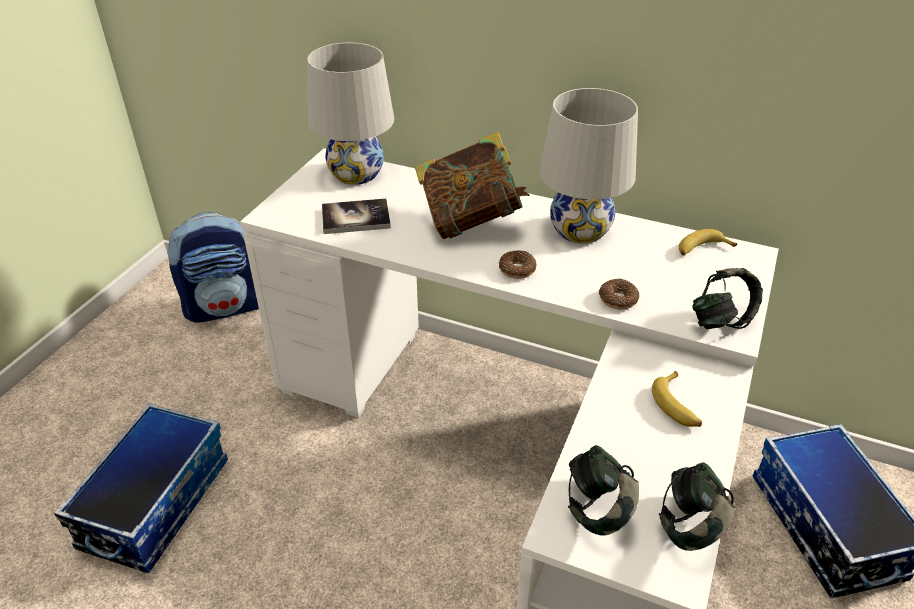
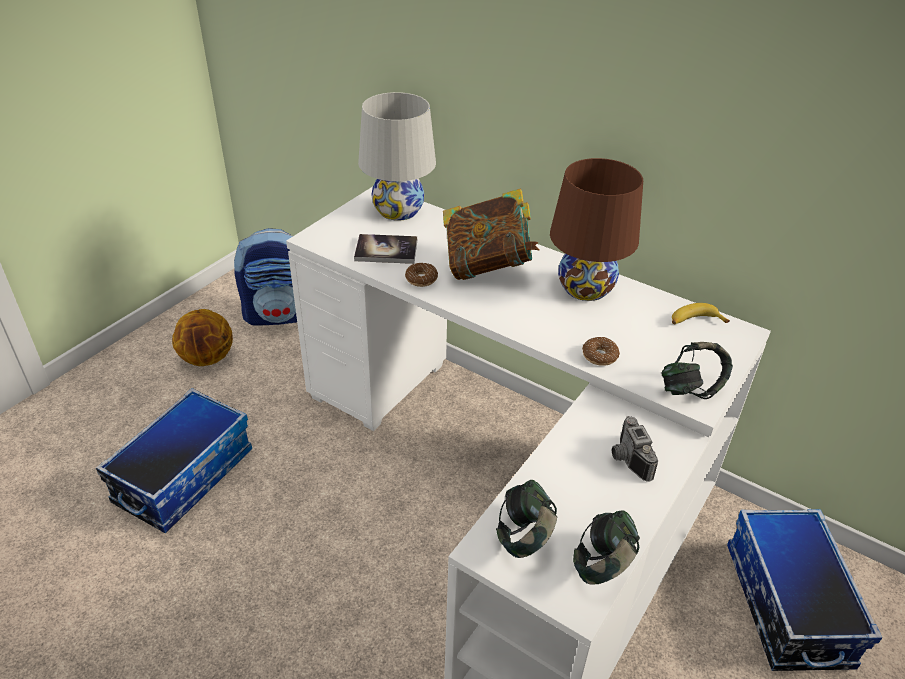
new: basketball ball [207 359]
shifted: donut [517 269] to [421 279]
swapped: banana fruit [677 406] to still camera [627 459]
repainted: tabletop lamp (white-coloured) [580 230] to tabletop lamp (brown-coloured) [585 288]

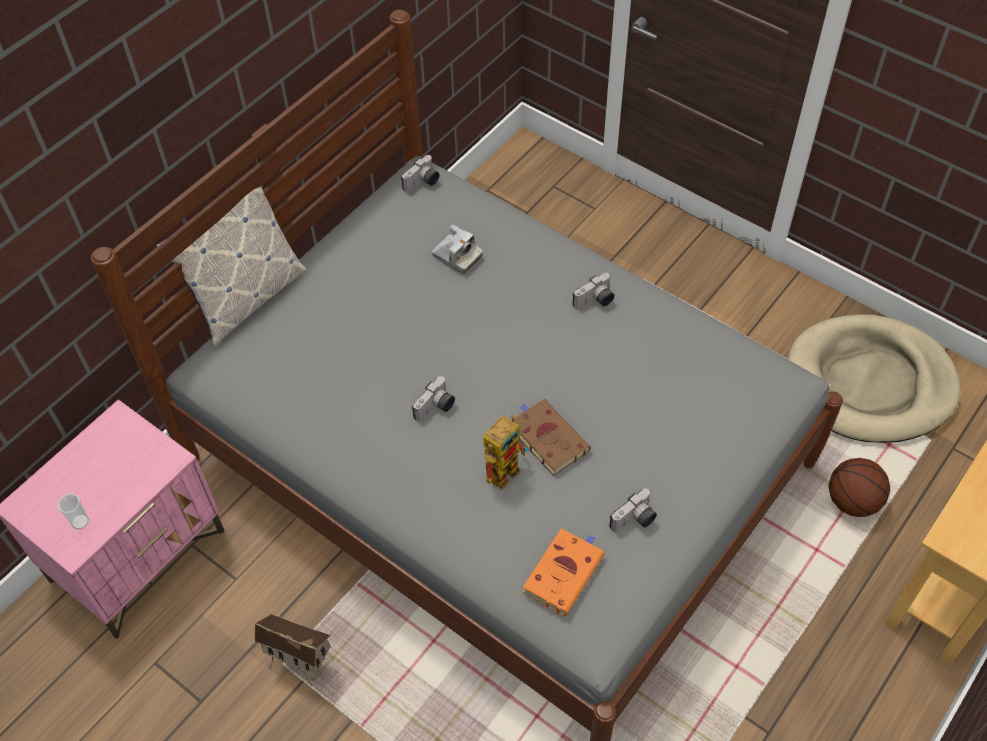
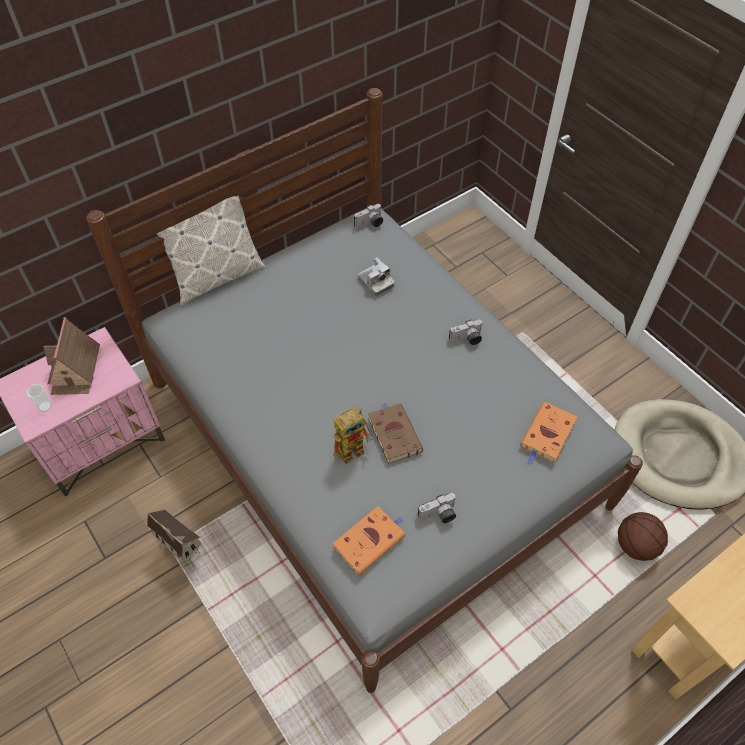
gone: still camera [436 408]
new: miniature house [75 370]; bound book (orange-coloured) [547 436]

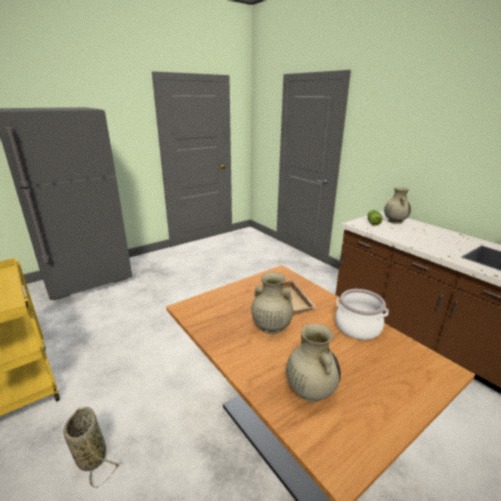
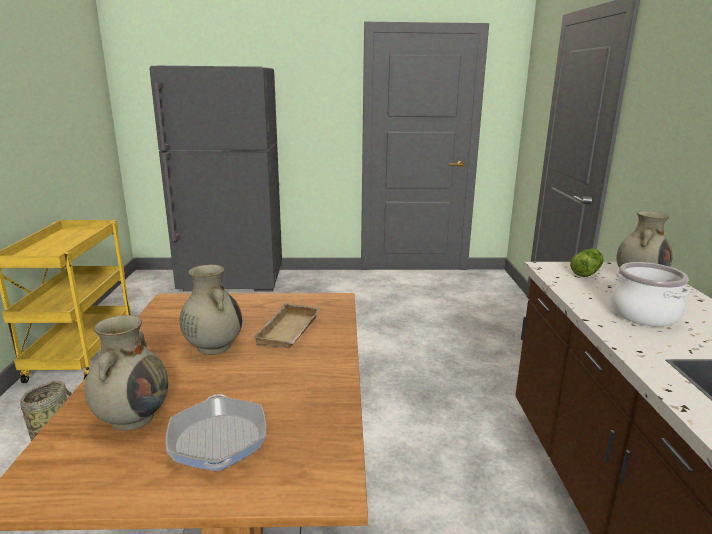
new: frying pan [218 440]
shifted: cooking pot [357 327] to [643 315]

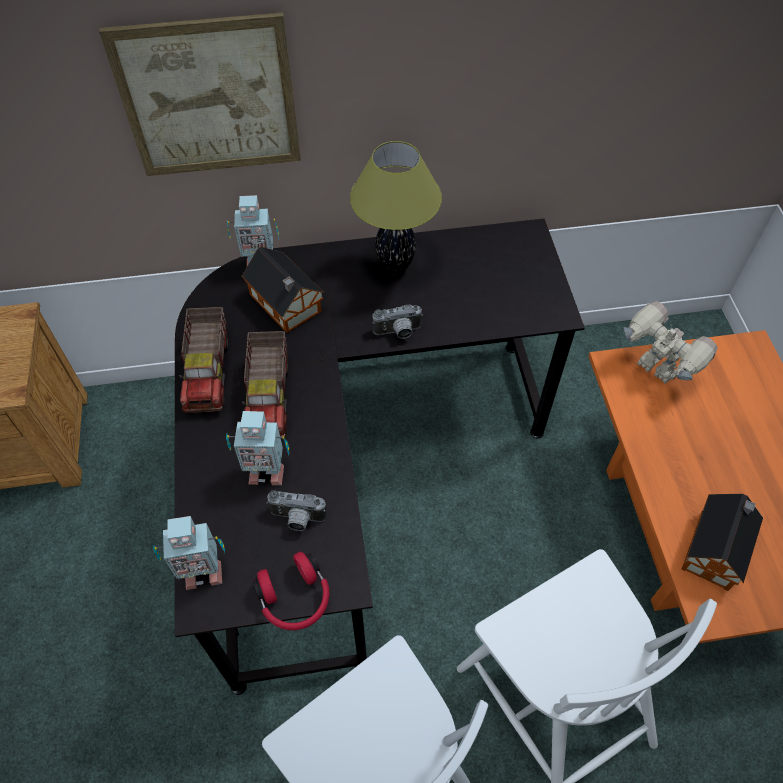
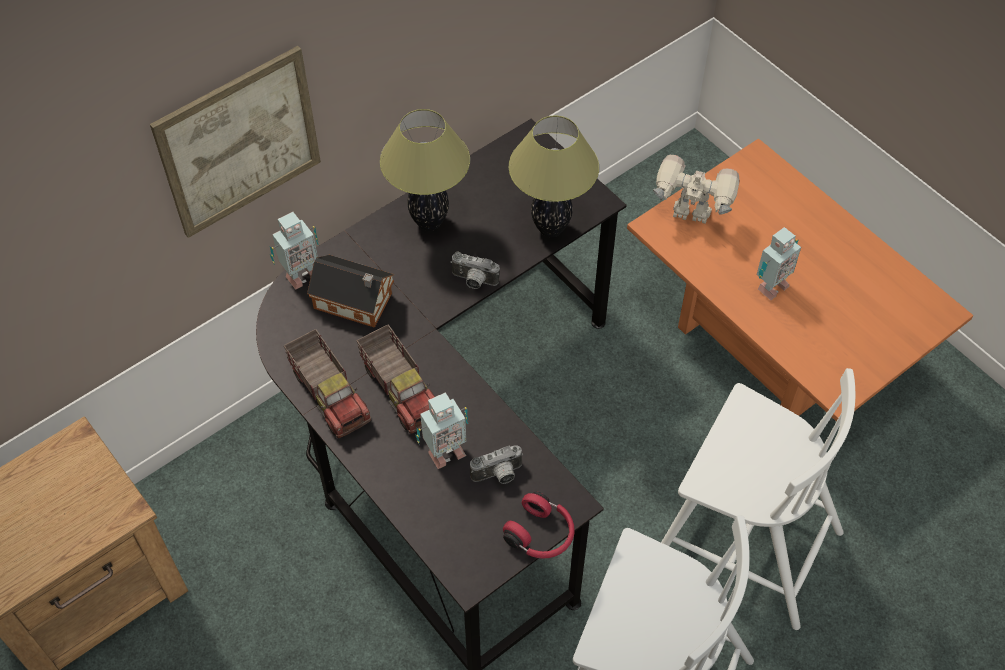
gone: miniature house [716 547]
new: tabletop lamp [551 229]
shifted: robot figure [202 572] to [770 287]
rotated: still camera [398 333] = [473 281] 60 degrees clockwise

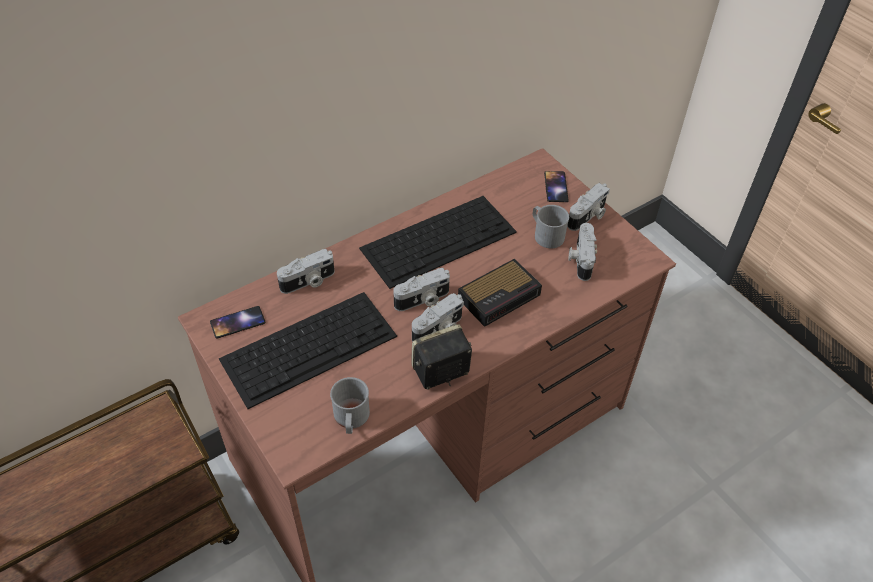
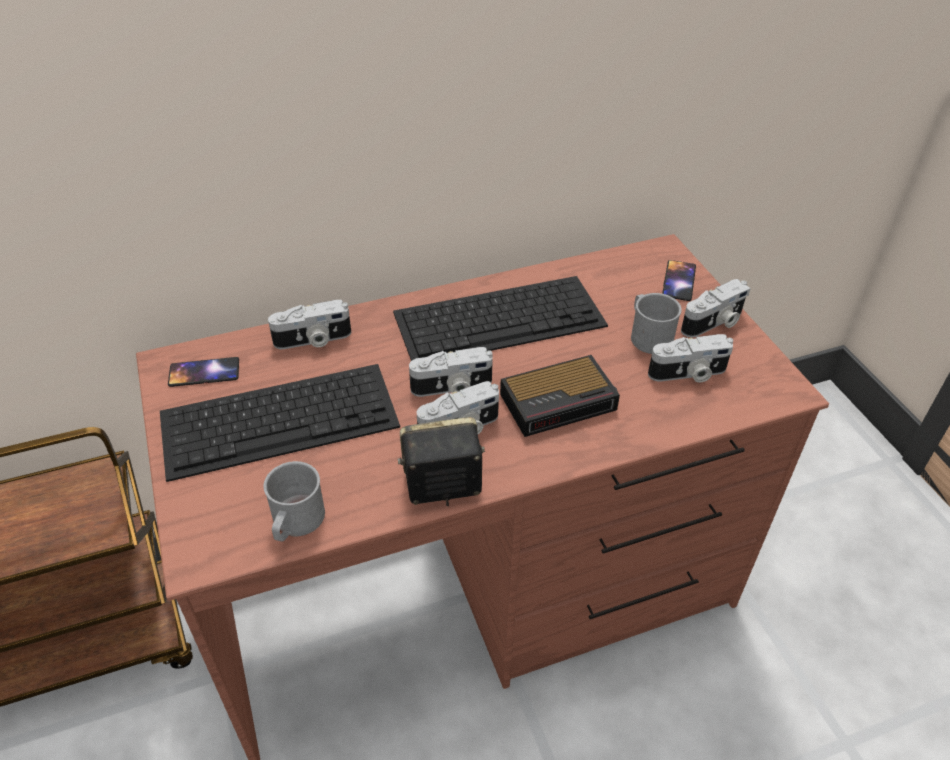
rotated: still camera [580 259] = [688 374] 120 degrees counterclockwise

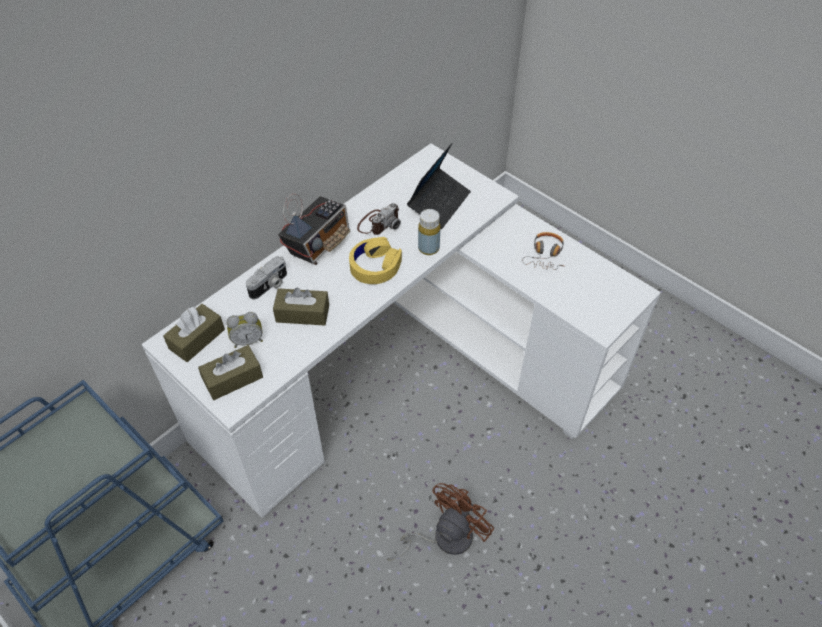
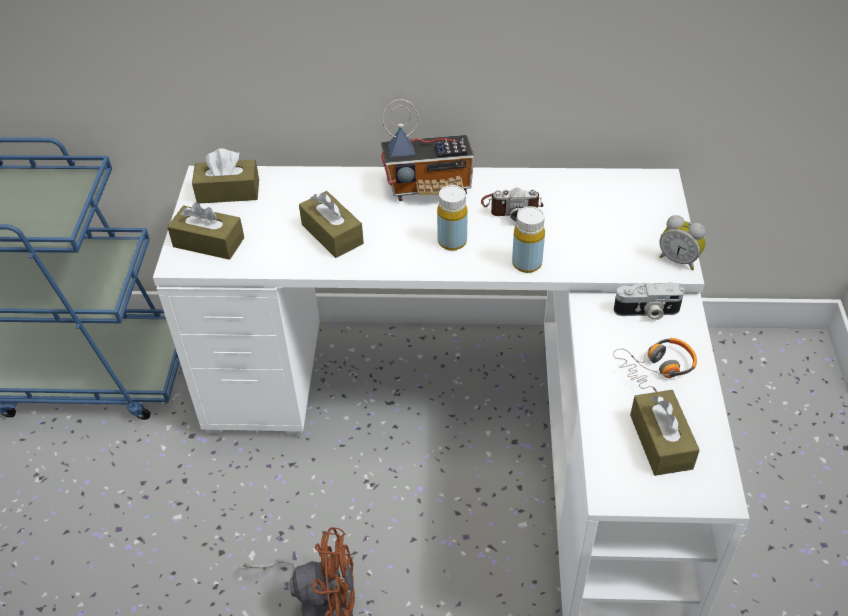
gone: laptop [439 203]
new: tissue holder (brown-coloured) [661 441]
shifted: still camera [270 285] to [647 312]; table clock [248 340] to [679 259]
swapped: headset (yellow) [375 266] to bottle (yellow) [452 242]

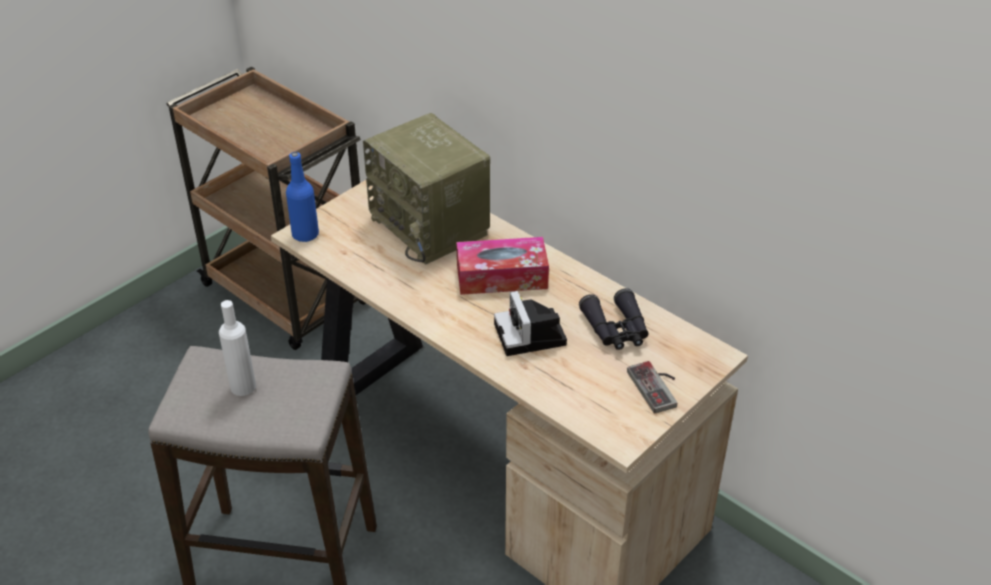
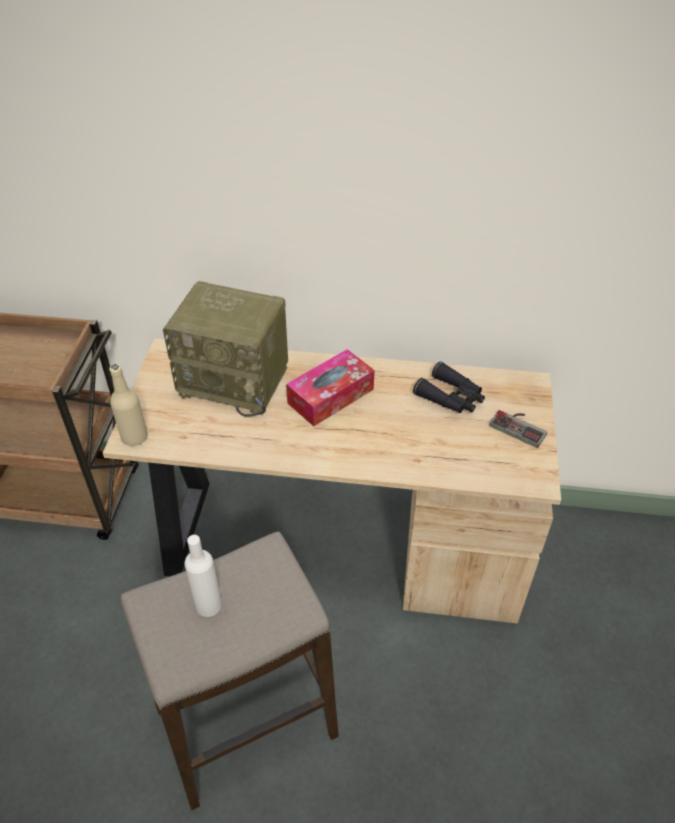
gone: still camera [531 336]
repainted: bottle (blue) [305 235] to bottle (sand-coloured) [134 437]

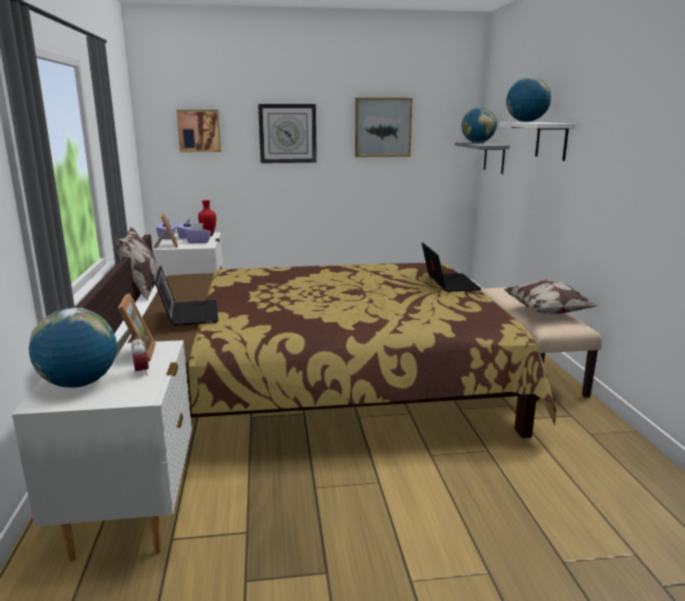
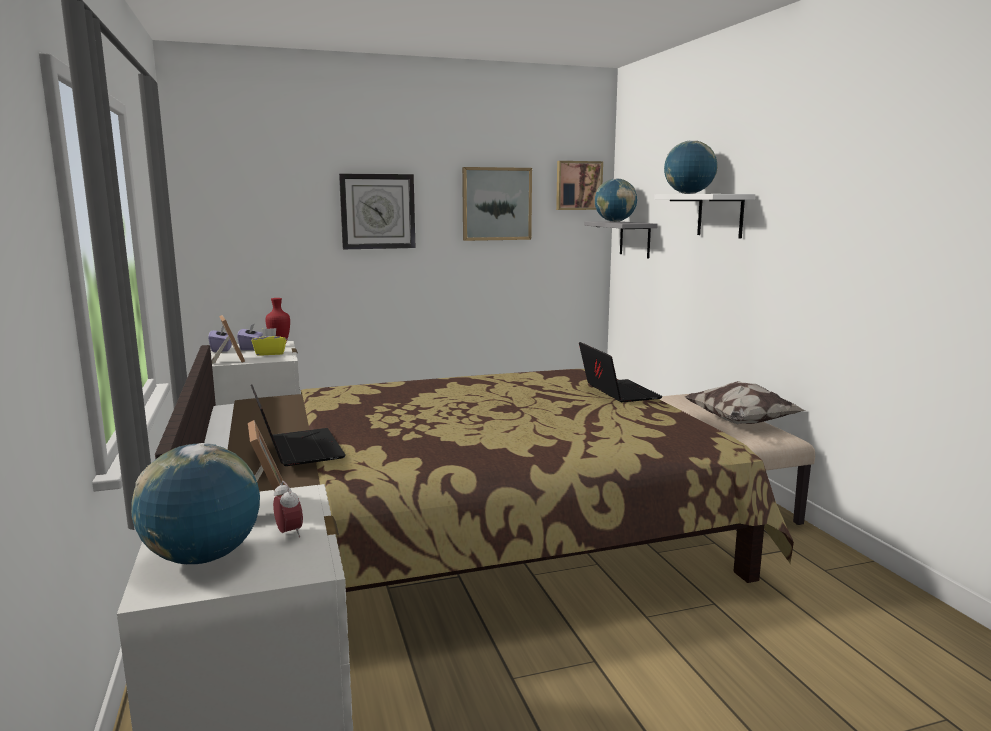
gone: cushion [142 292]
shifted: picture [199 130] to [578 185]
repainted: tissue holder (purple) [198 241] to tissue holder (yellow) [270 353]

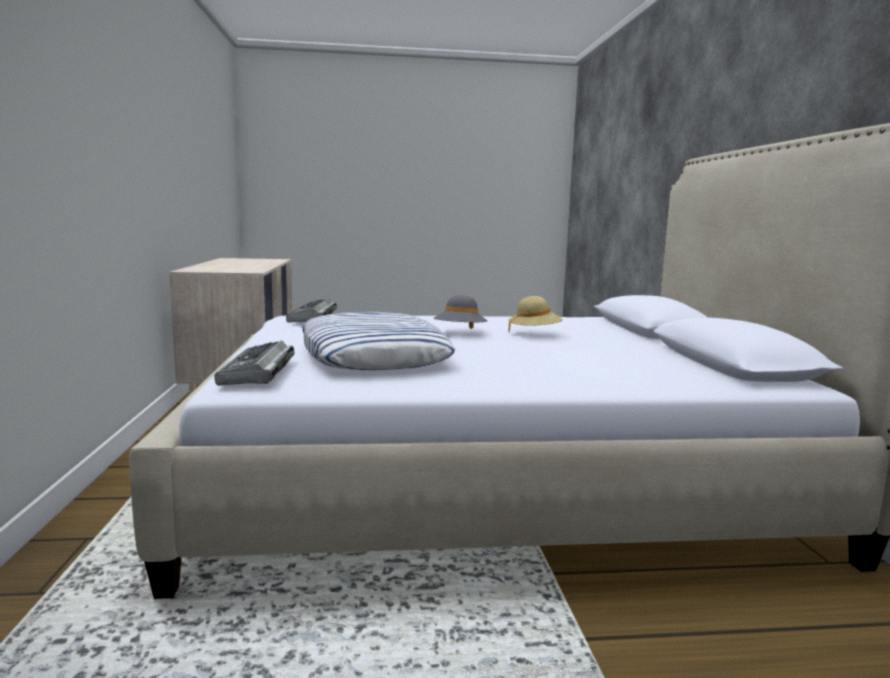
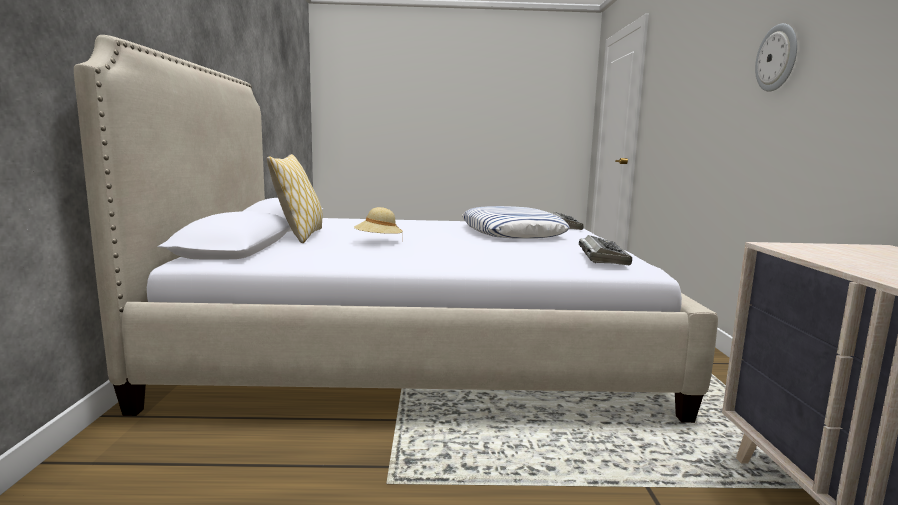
gone: clothing hat (grey) [460 333]
new: cushion [299 236]; wall clock [777 58]

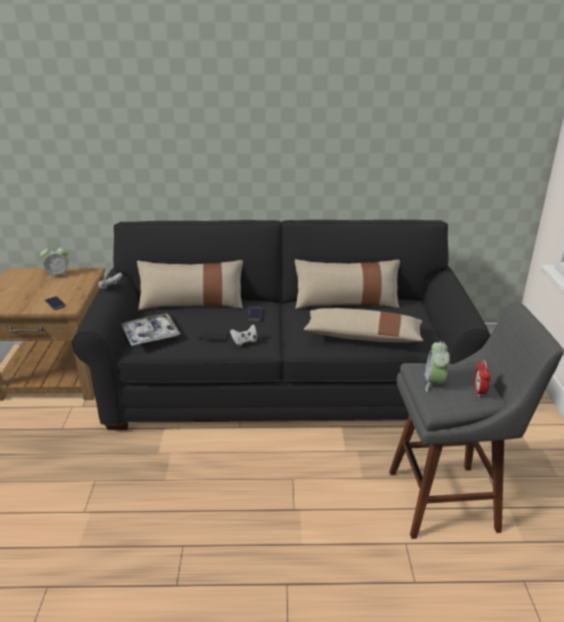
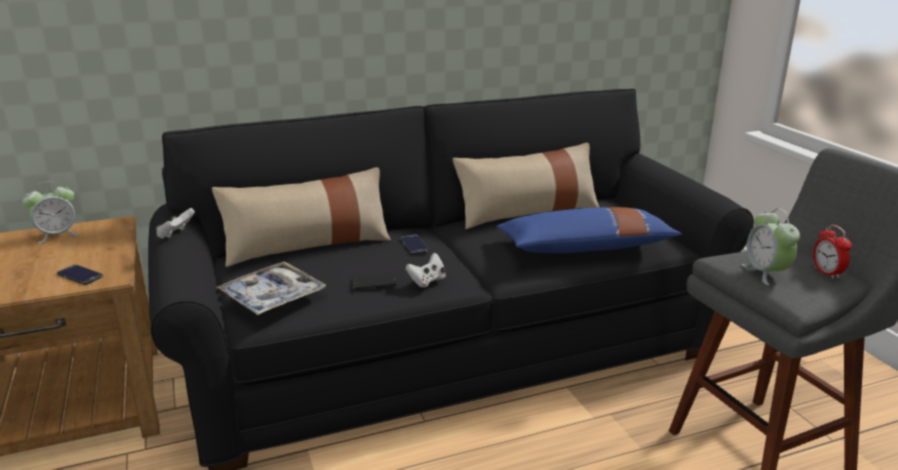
repainted: cushion (sand-coloured) [363 337] to cushion (blue) [585 248]

